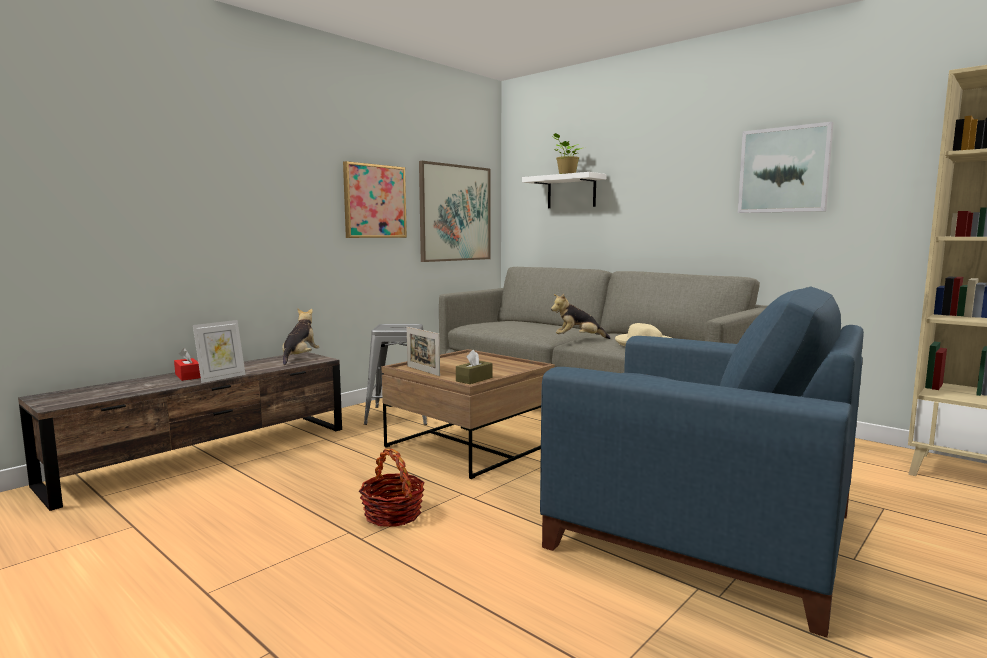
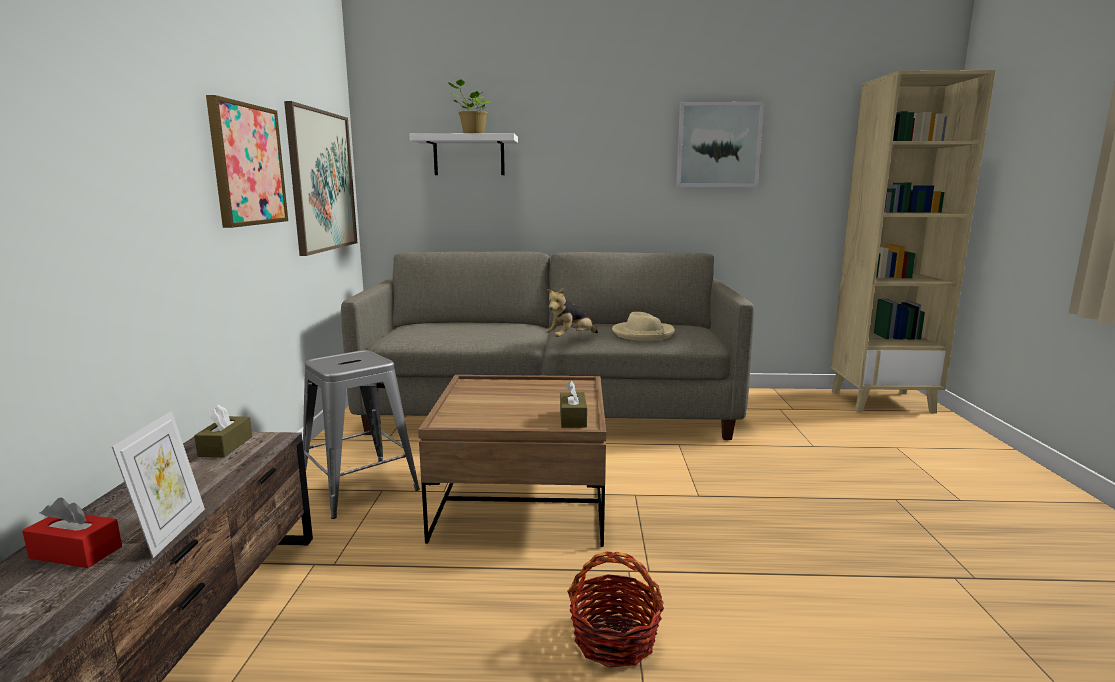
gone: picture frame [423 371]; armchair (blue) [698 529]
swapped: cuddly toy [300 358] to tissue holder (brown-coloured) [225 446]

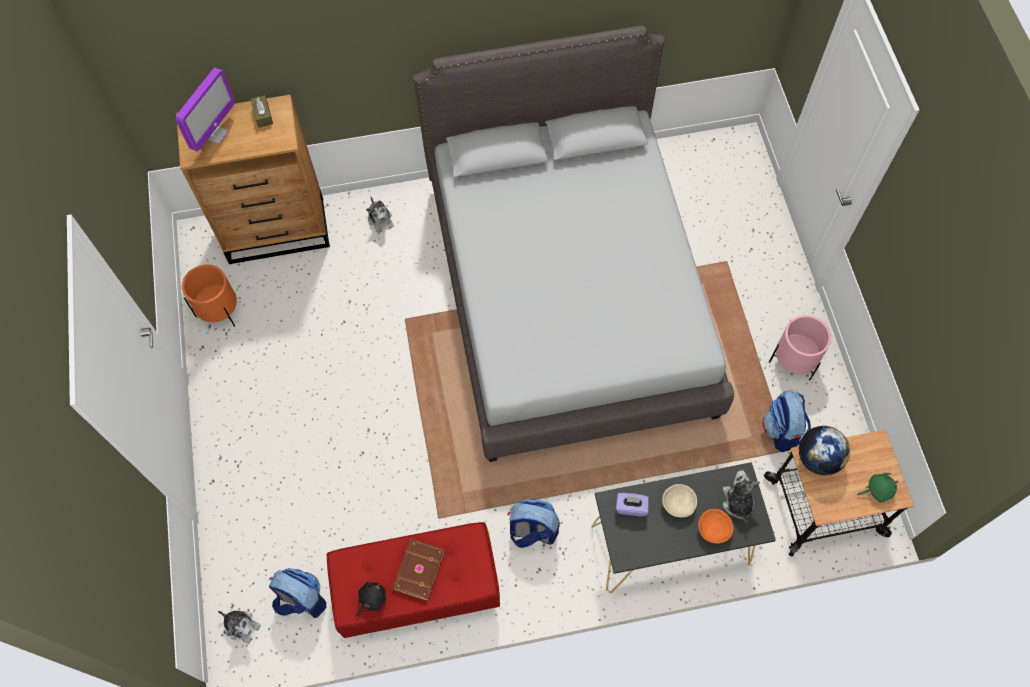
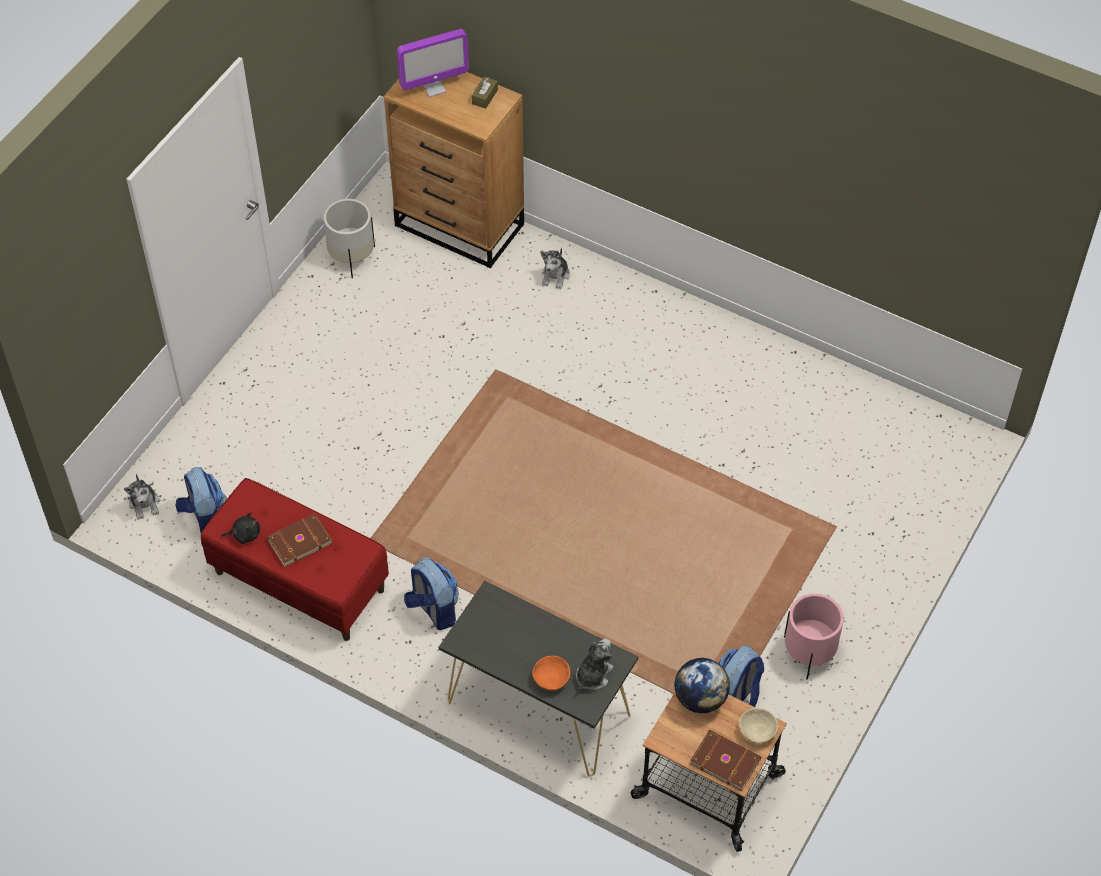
gone: bed (grey) [569 295]; tissue holder (purple) [631 507]
shifted: deep dish (sand-coloured) [677 504] to [756 731]
swapped: cuddly toy (green) [877 490] to bound book (brown-coloured) [725 760]
repainted: plant pot (orange-coloured) [219 311] to plant pot (white-coloured) [351 257]

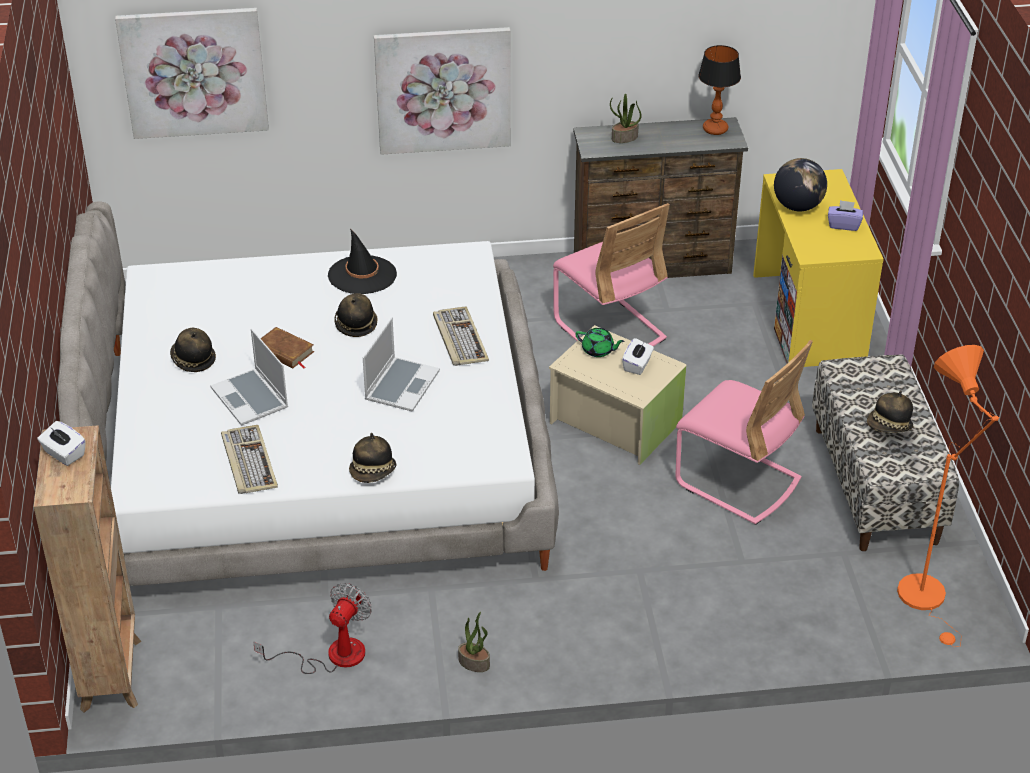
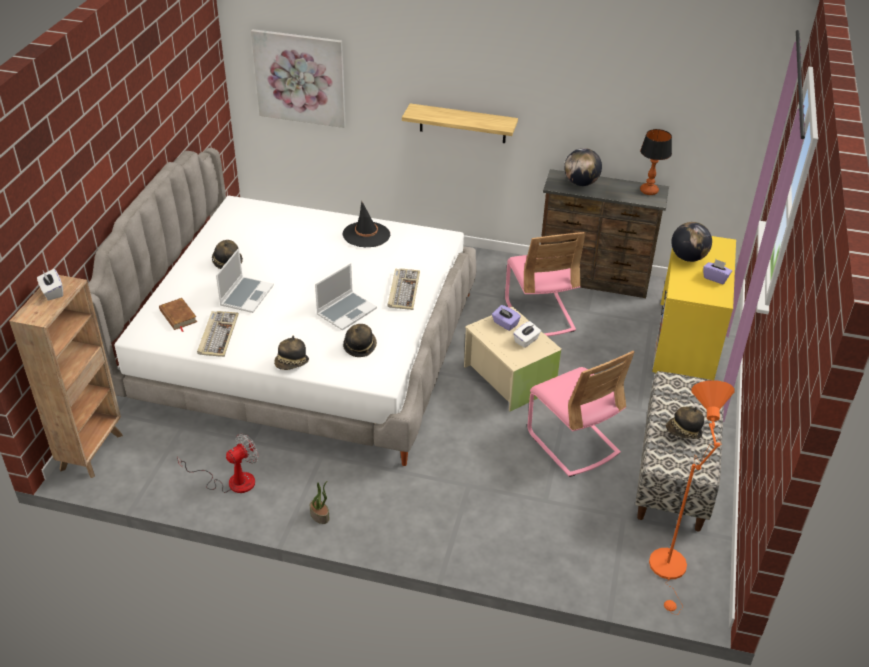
shifted: bound book (brown-coloured) [284 351] to [178 316]; clothing hat [356 324] to [360 346]
swapped: picture [443 90] to bracket shelf [462 123]; teapot (green) [598 350] to tissue holder (purple) [505 324]; potted plant [624 138] to world globe [581 183]
rotated: laptop [251 399] = [246 295] 150 degrees counterclockwise

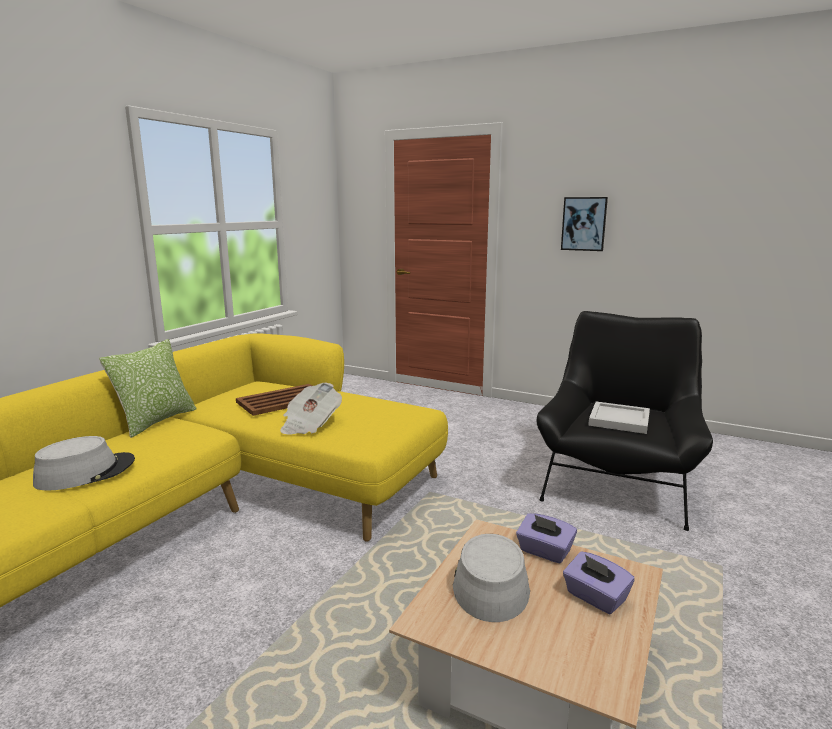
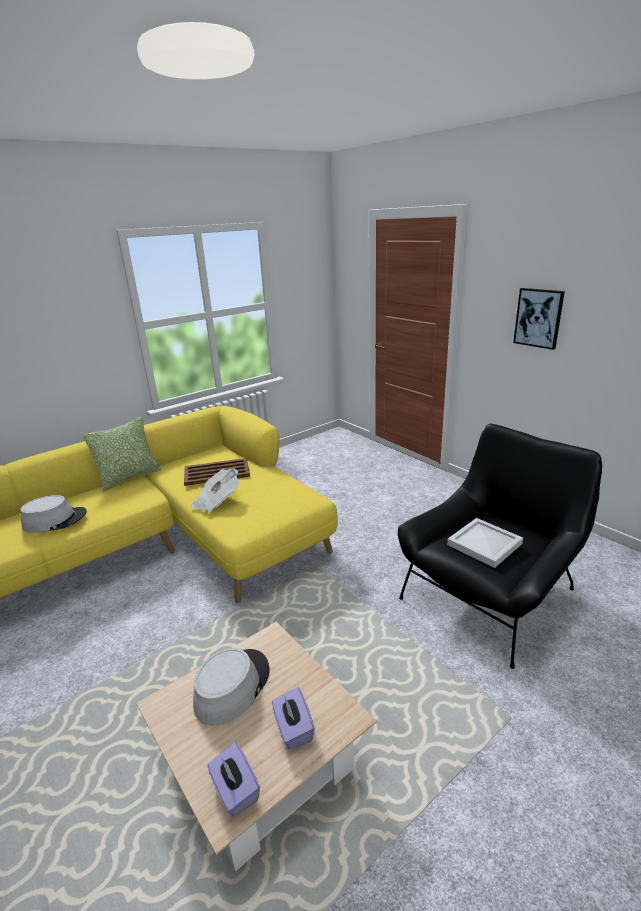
shifted: tissue holder (purple) [544 552] to [235 791]

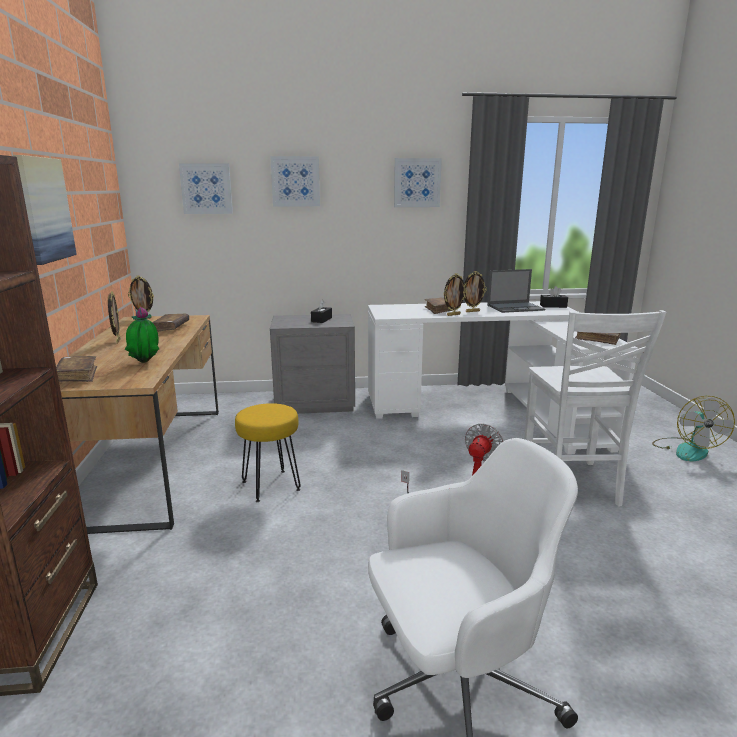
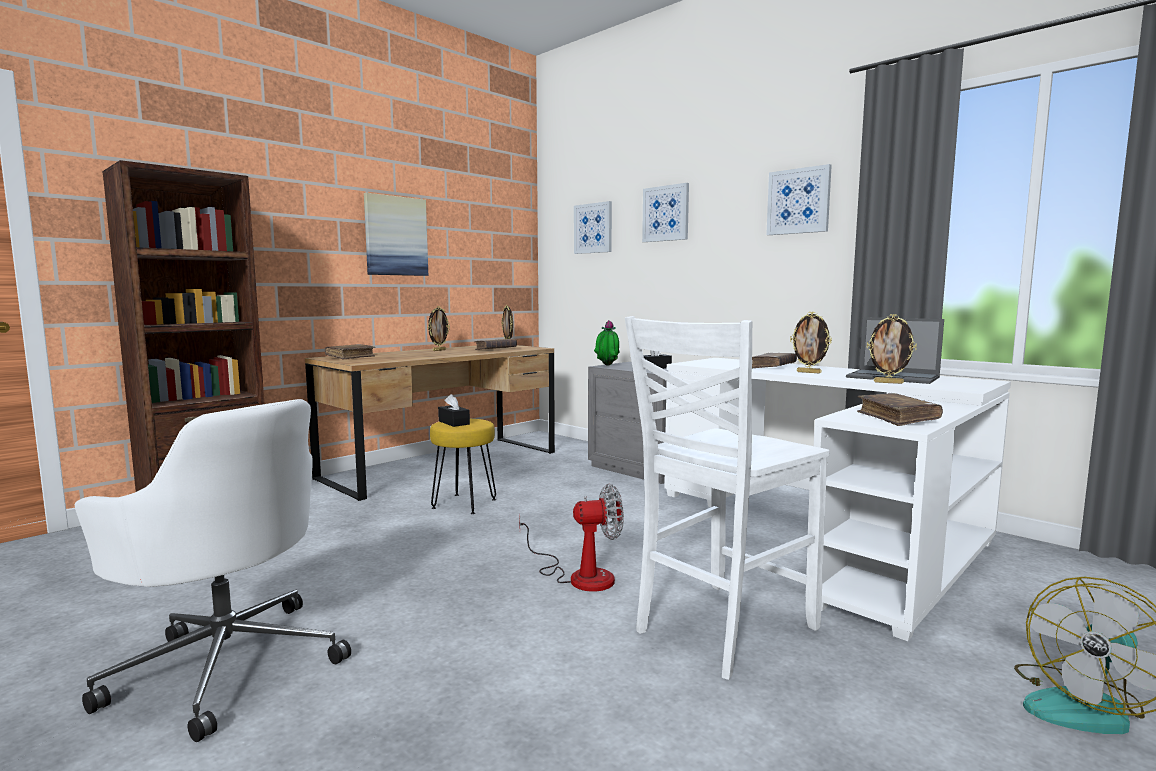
shifted: tissue holder (blackish) [553 306] to [454 422]; potted plant [145 363] to [607 365]; picture frame [453 315] to [888 382]

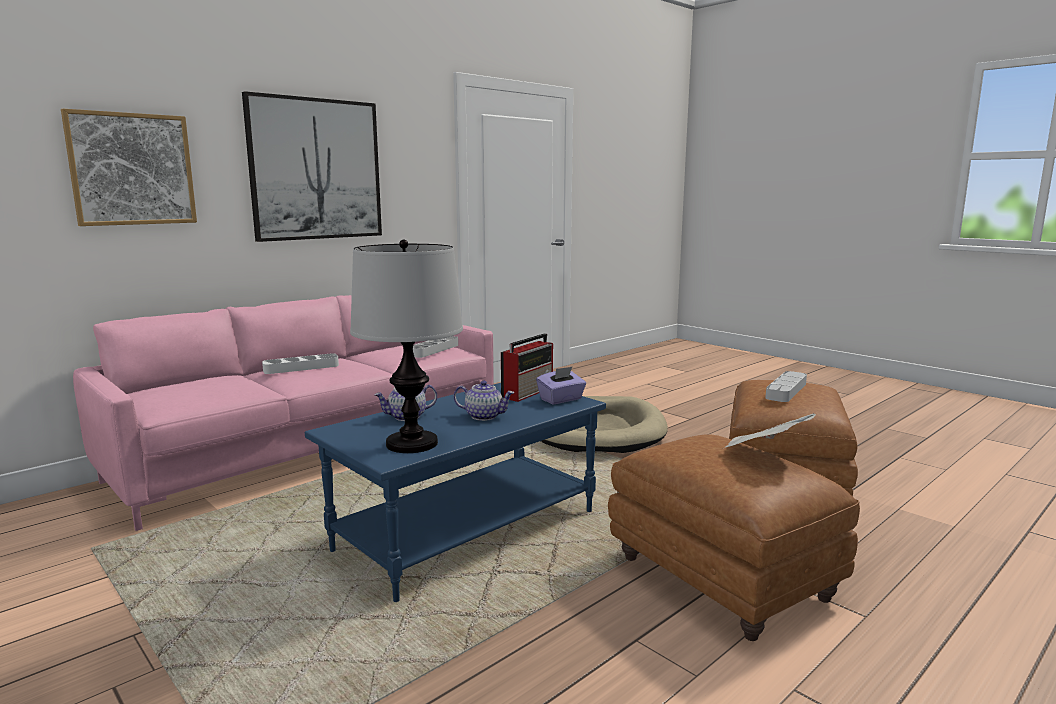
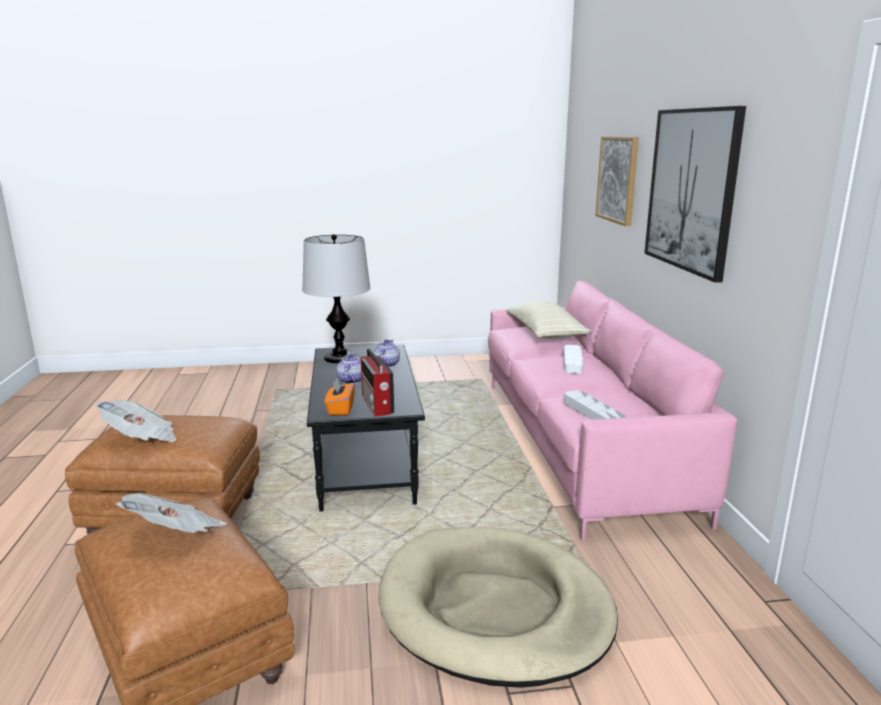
new: cushion (sand-coloured) [545 334]
swapped: carrying tray (grey) [786 390] to printed paper [176 535]
repainted: coffee table (blue) [467 530] to coffee table (blackish) [367 461]; tissue holder (purple) [561 399] to tissue holder (orange-coloured) [340 409]
rotated: teapot [484 416] = [350 380] 135 degrees clockwise

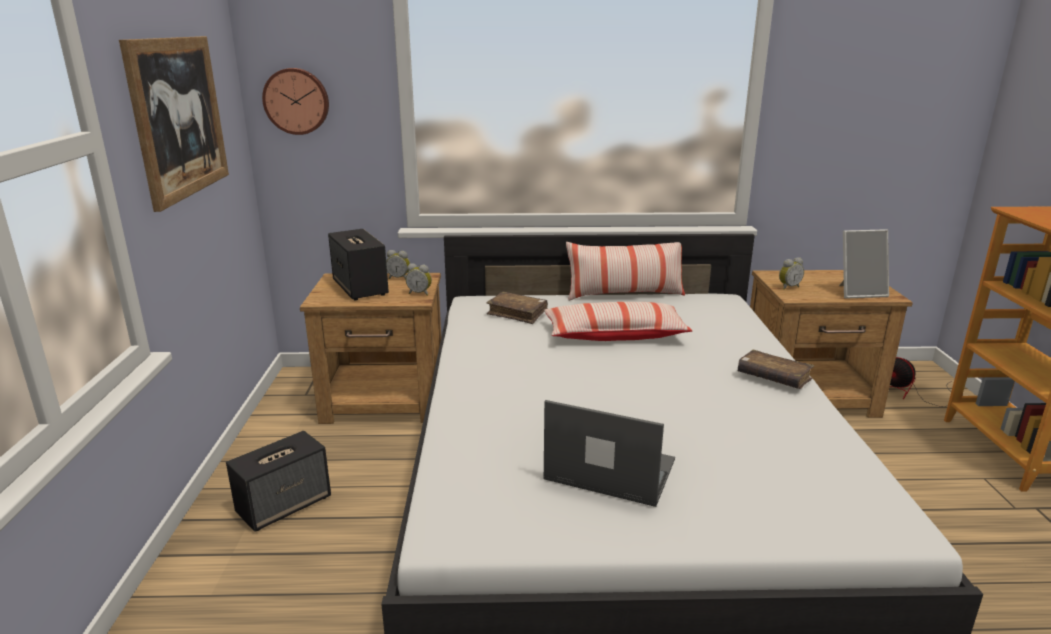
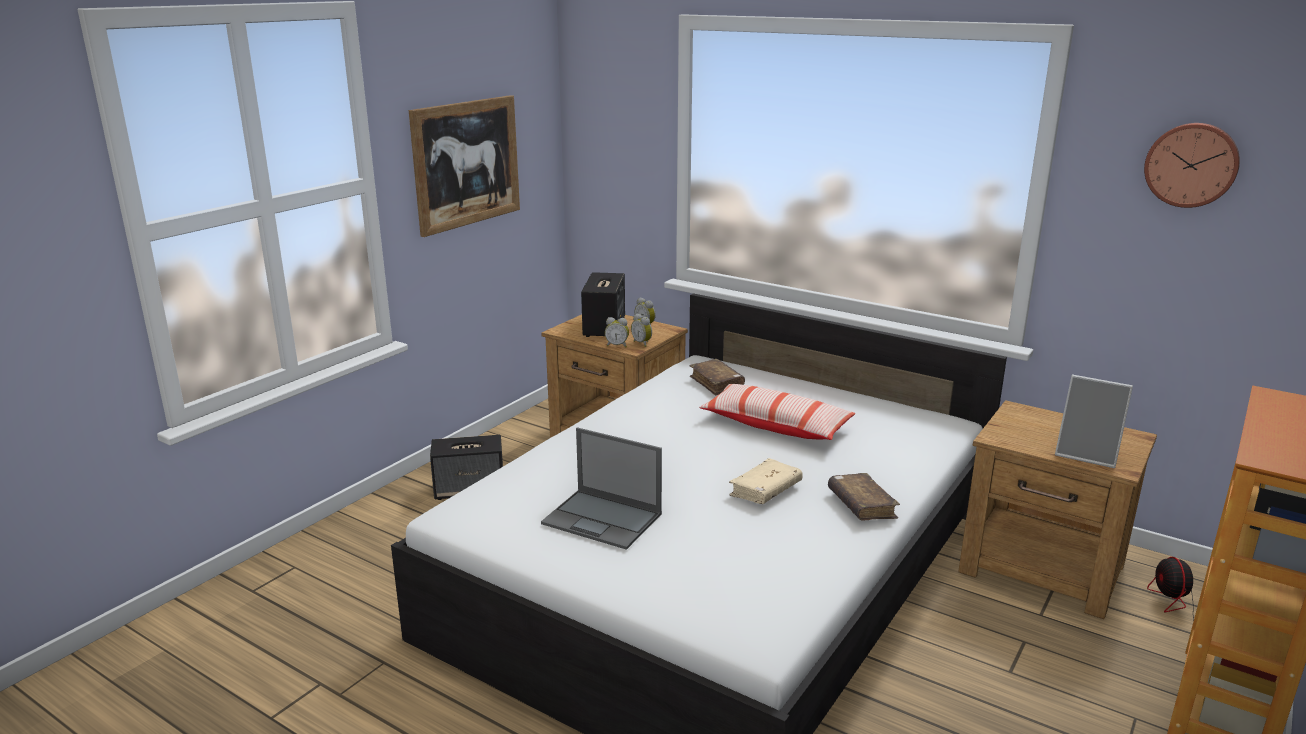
gone: cushion [624 295]
new: bound book (sand-coloured) [765 490]
shifted: table clock [788 287] to [617 345]; wall clock [297 101] to [1191 164]
rotated: laptop [608 469] = [603 519] 150 degrees clockwise

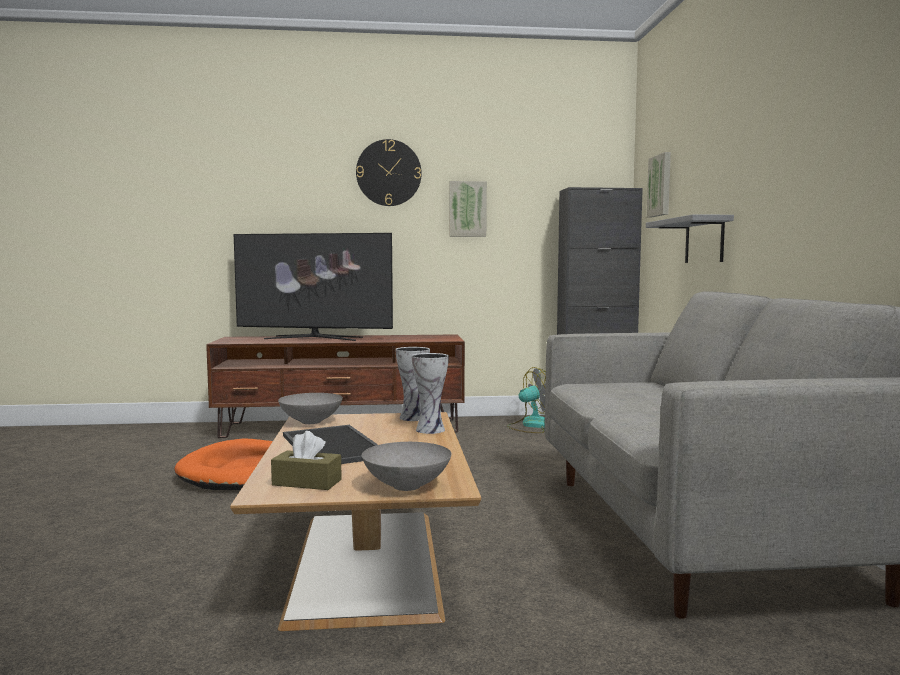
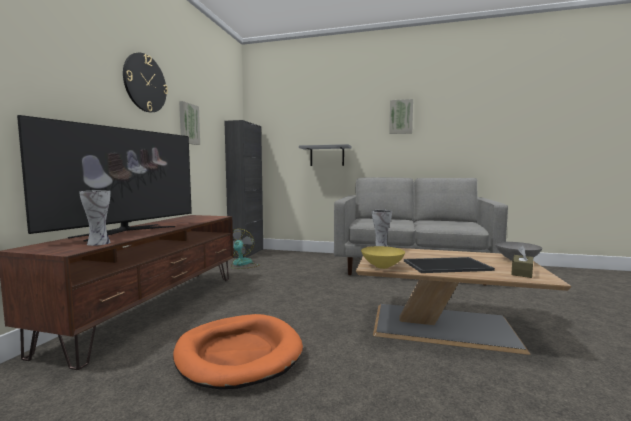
shifted: vase [431 429] to [98 243]; picture [661 185] to [401 117]
repainted: deep dish (grey) [312 422] to deep dish (yellow) [383 266]

